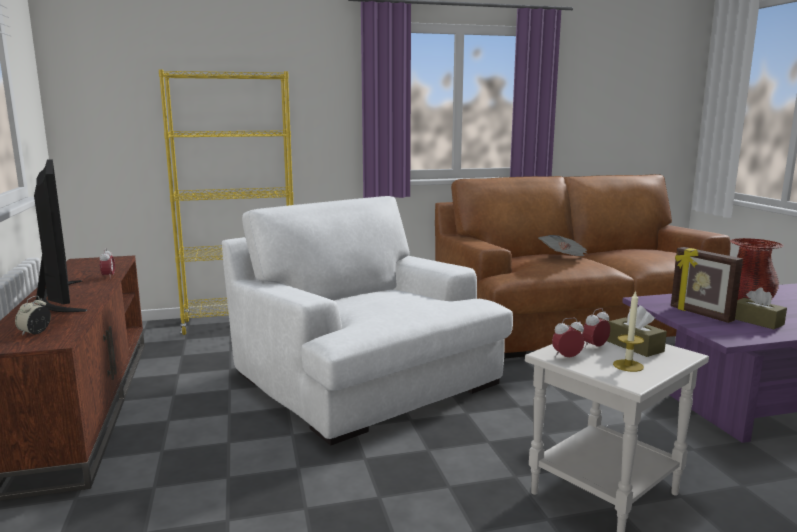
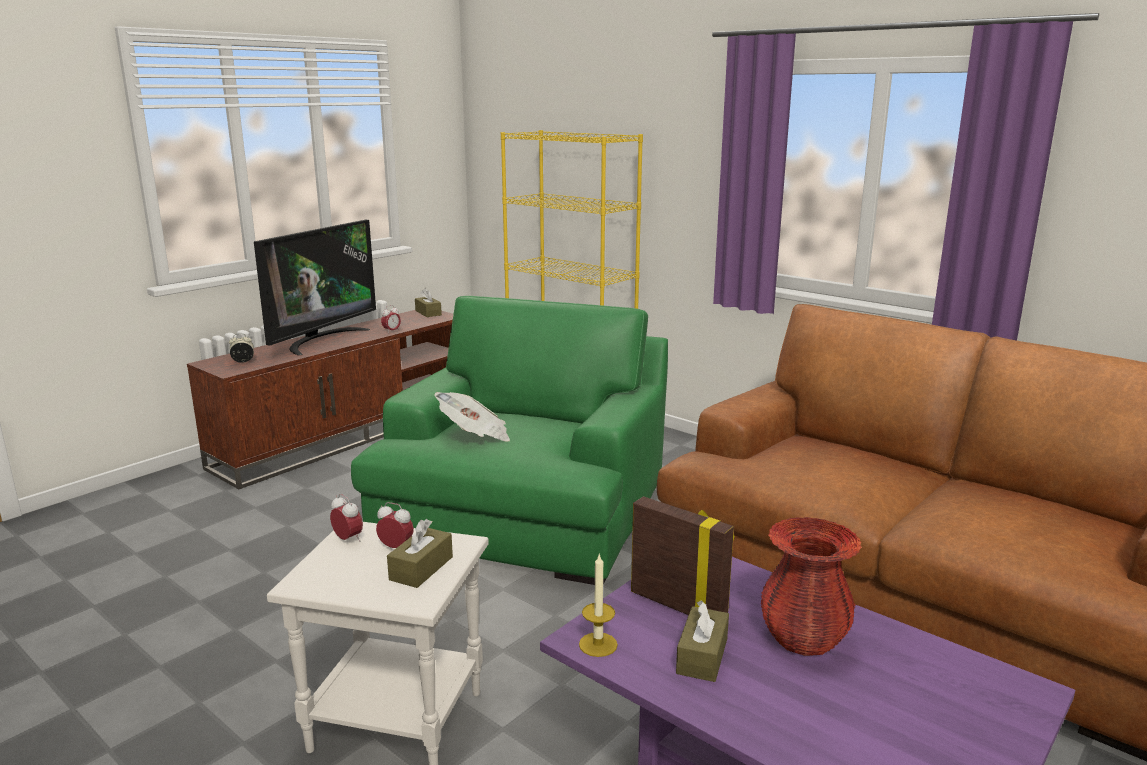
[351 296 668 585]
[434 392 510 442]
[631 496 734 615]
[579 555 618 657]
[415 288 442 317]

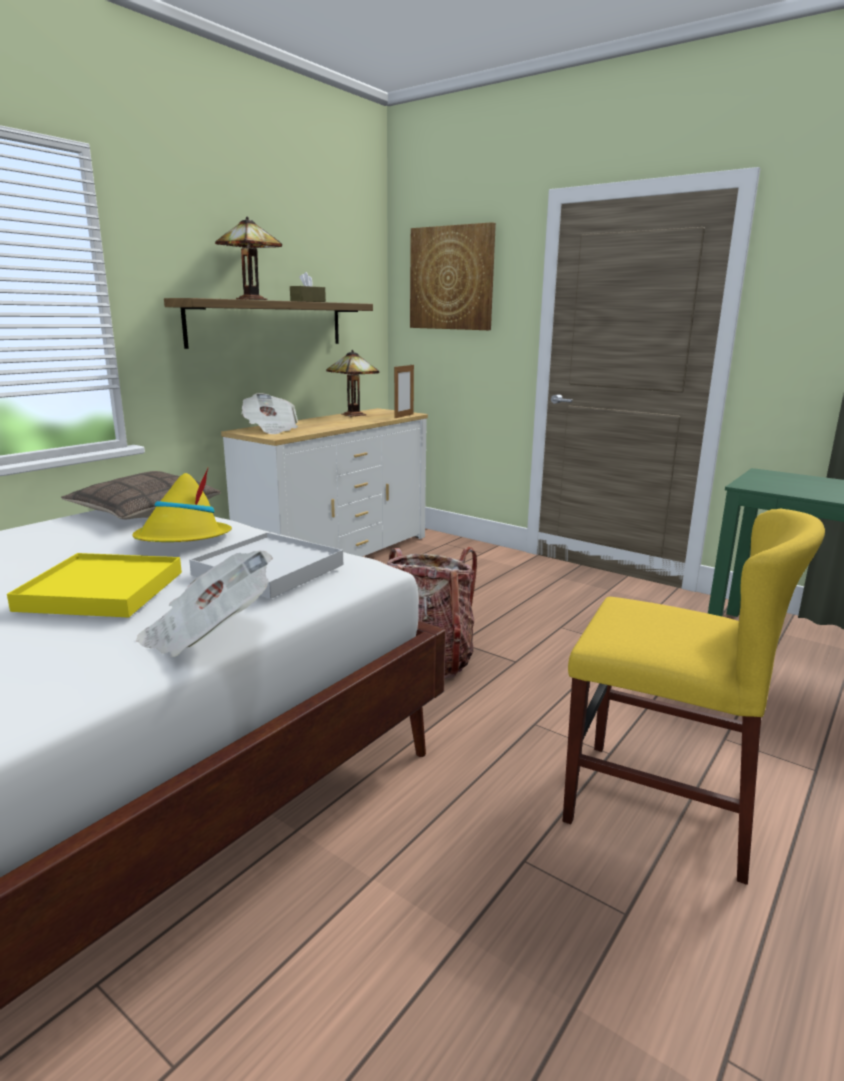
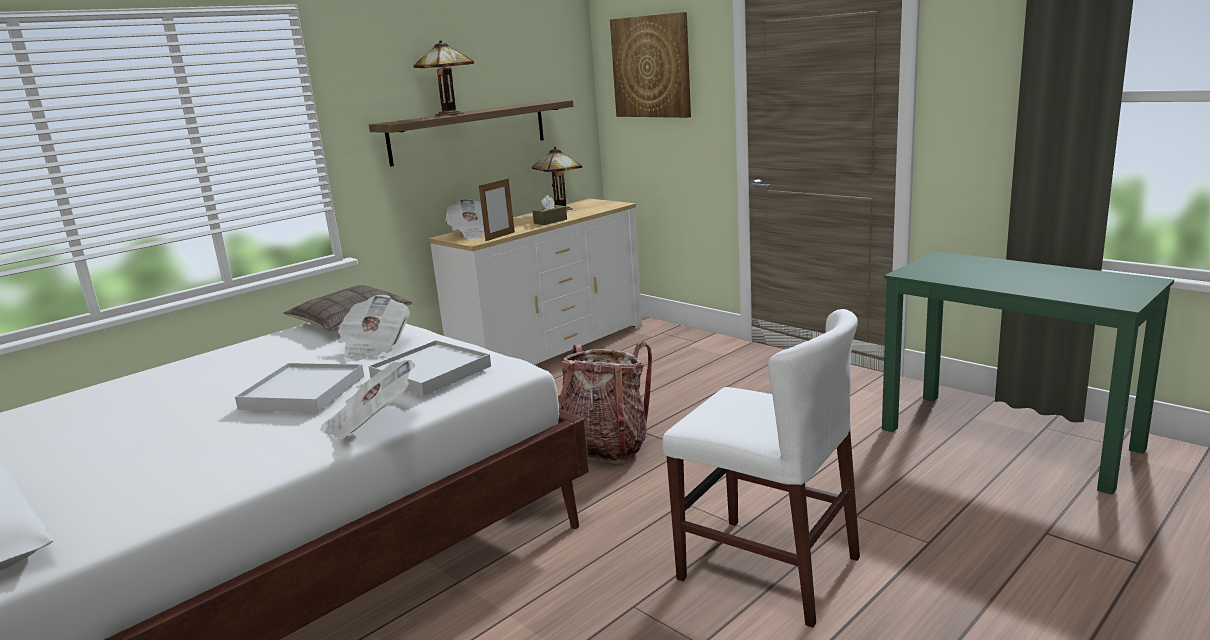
[533 195 567 225]
[479 178 515 241]
[337 295 410 362]
[662 309 860 628]
[235 363 364 412]

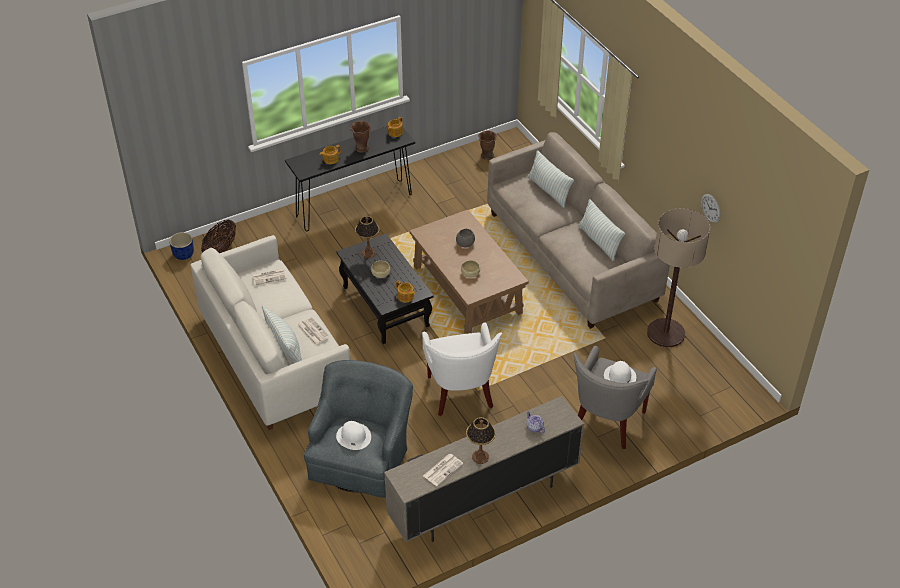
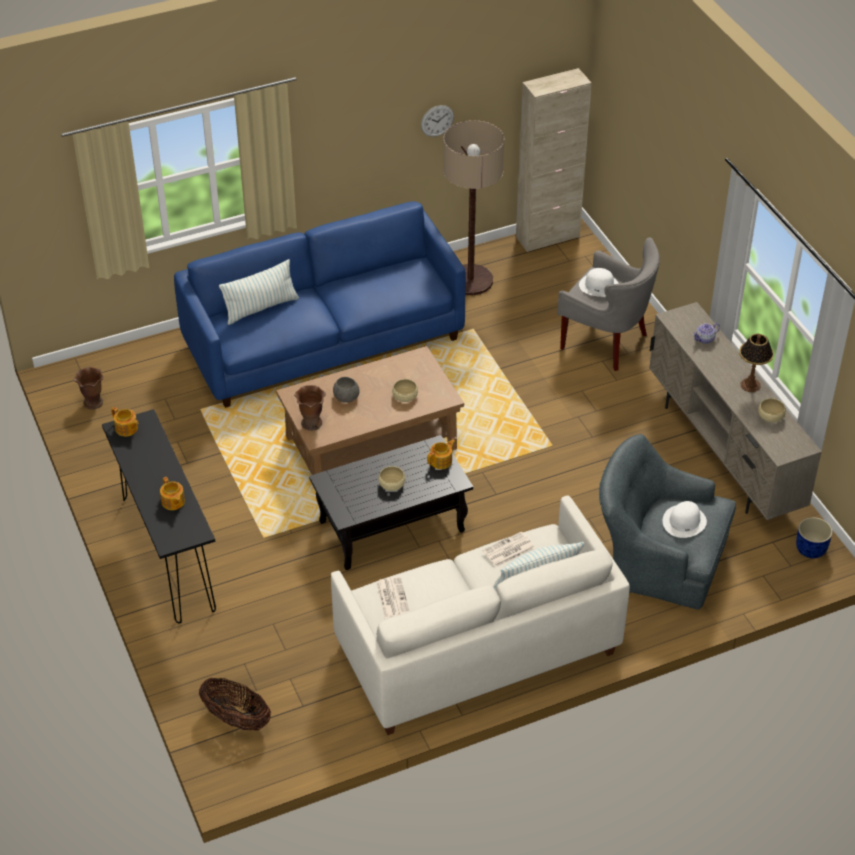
[294 385 326 431]
[174 201 466 408]
[578 199 625 261] (first image)
[355 216 379 258] (first image)
[796 517 833 558]
[422 322 502 416] (first image)
[758 398 786 423]
[516 68 592 252]

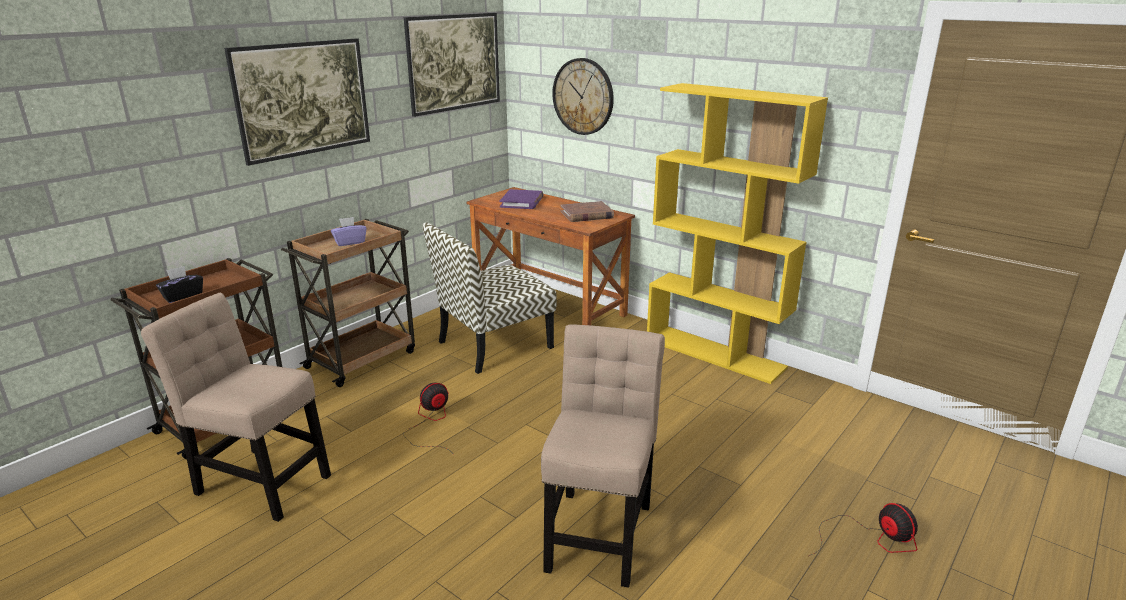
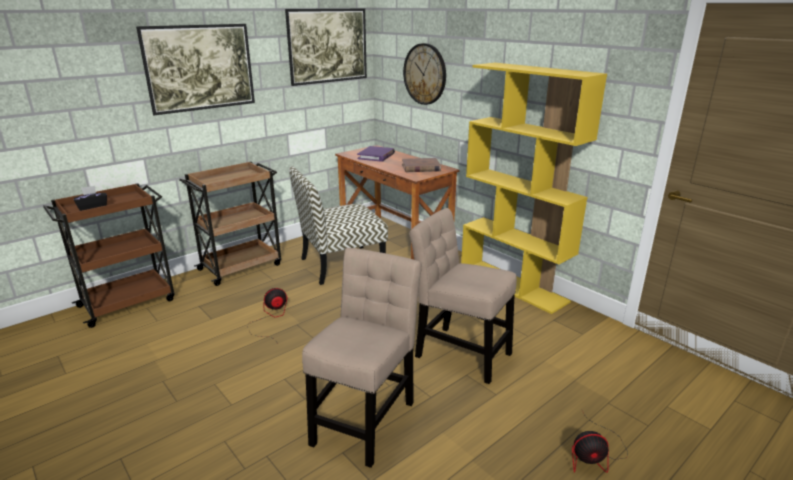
[331 217 367 246] (first image)
[409 208 517 384]
[572 413 628 473]

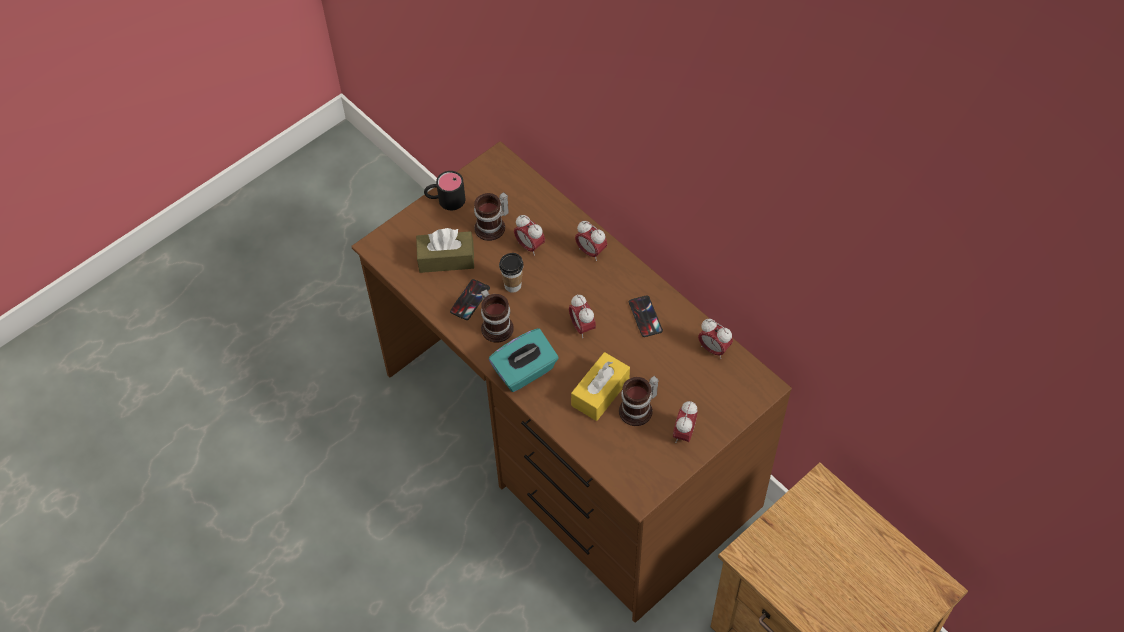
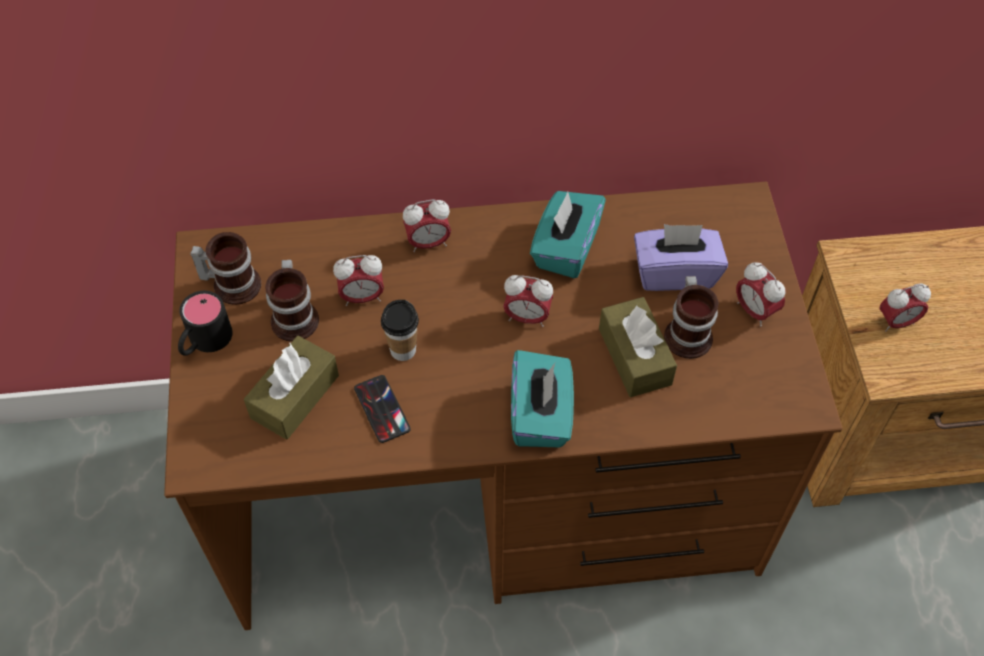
[190 232 261 305]
[530 191 606 278]
[879 283 931 332]
[599 297 677 397]
[634 224 728 291]

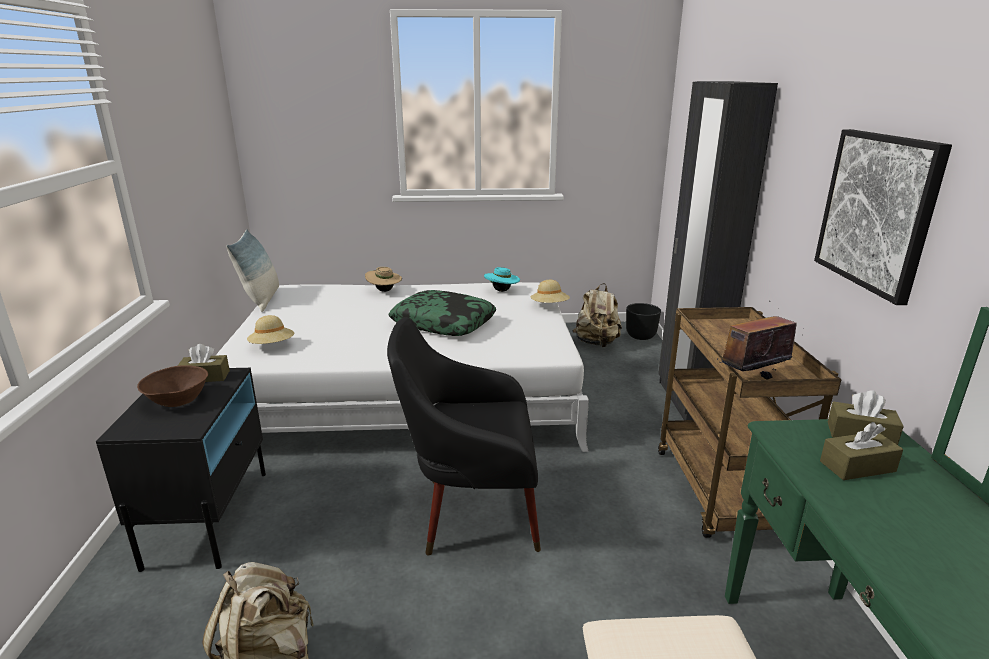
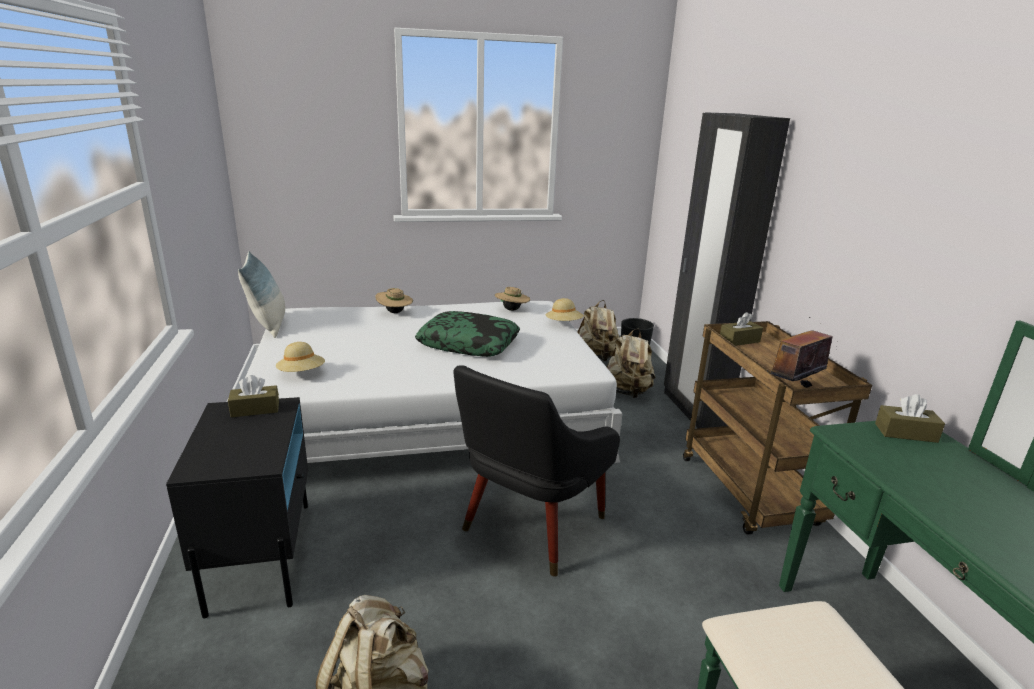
[814 129 952 305] (first image)
[495 287 530 311]
[454 365 620 576]
[137 365 208 407] (first image)
[720 312 763 346]
[607 329 655 398]

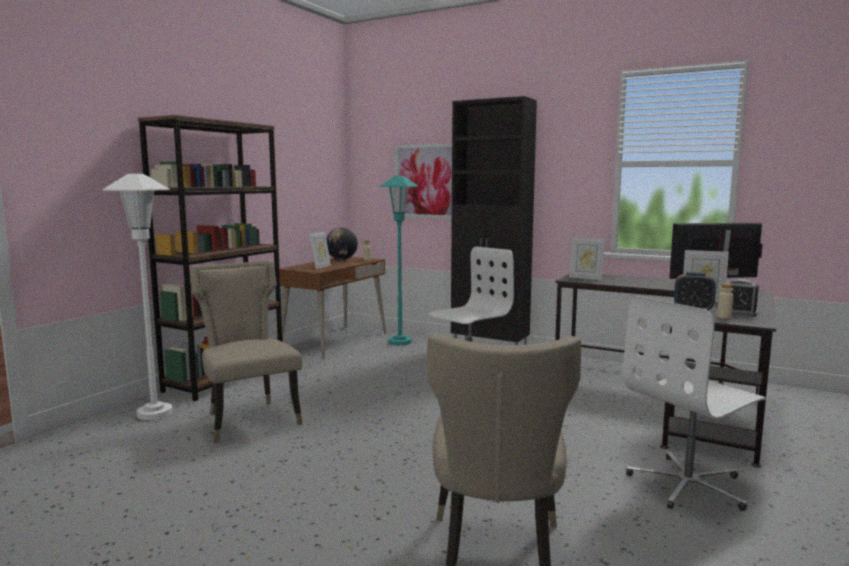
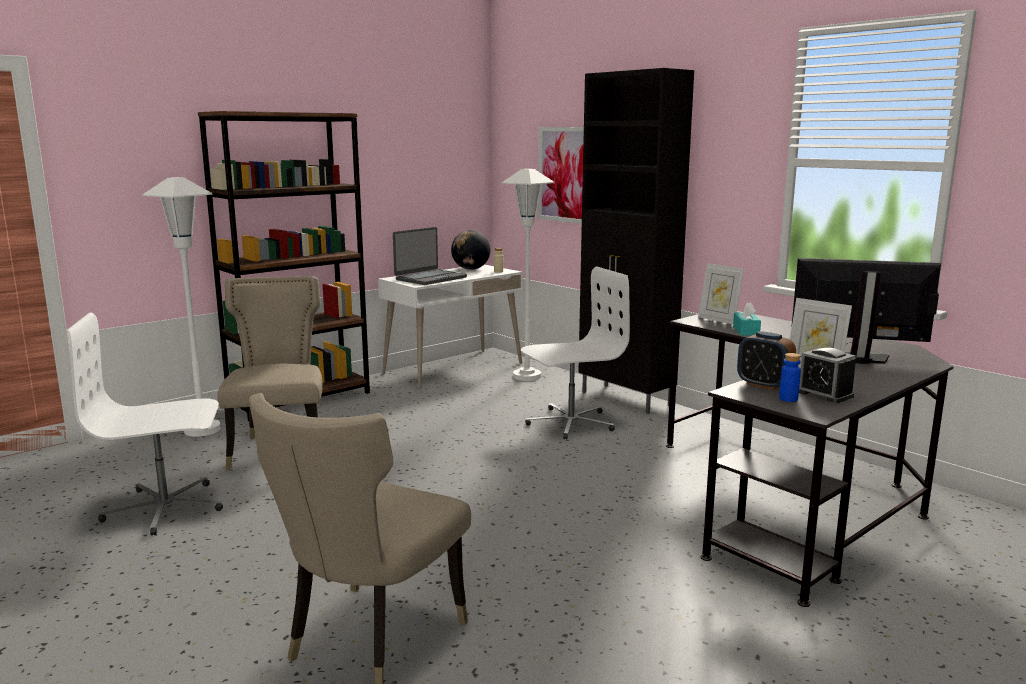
[502 169 554 381]
[393 227 467 285]
[378 265 522 389]
[779 353 801 402]
[67 312 223 535]
[733 302 761 336]

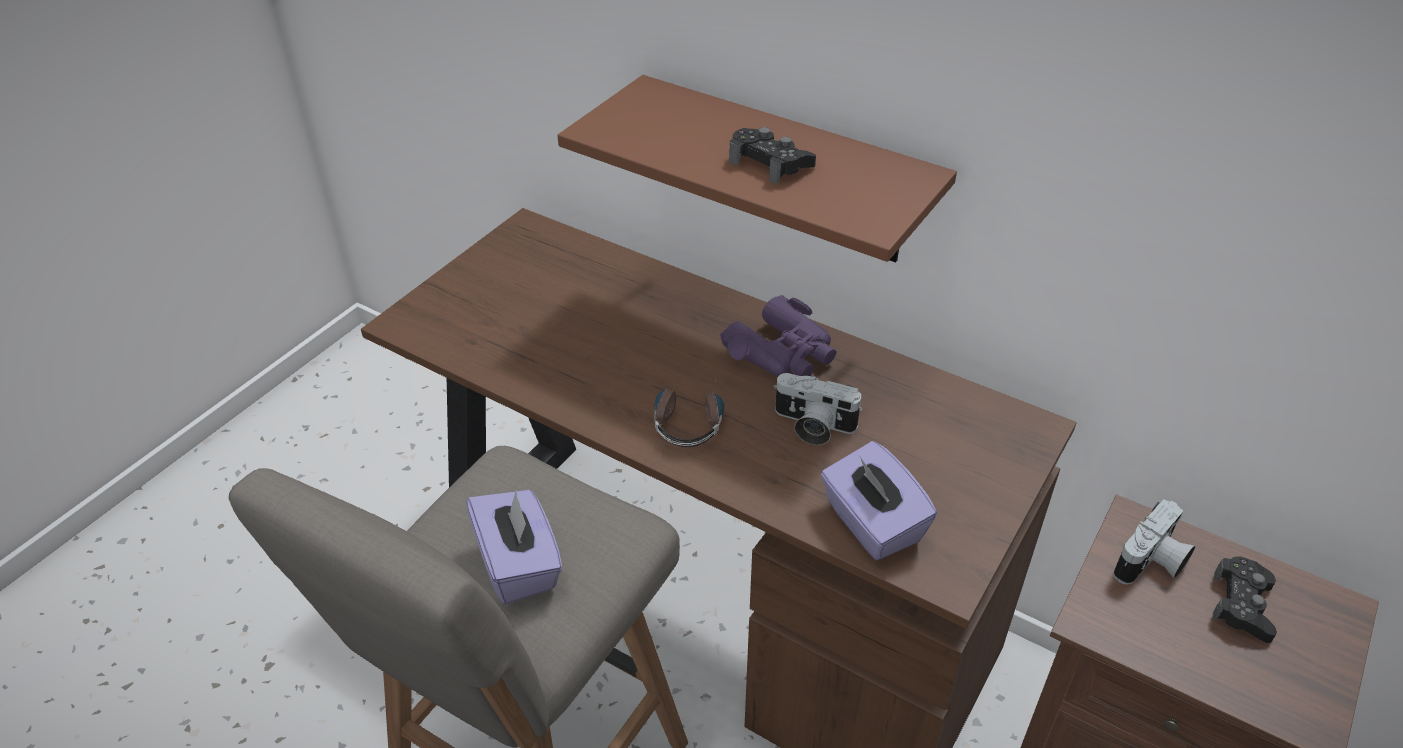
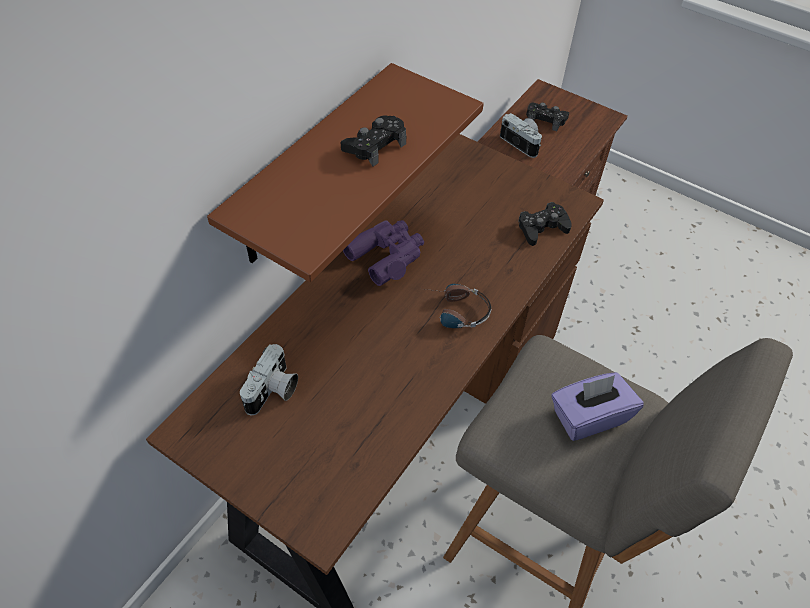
[240 344 298 415]
[518 202 572 246]

